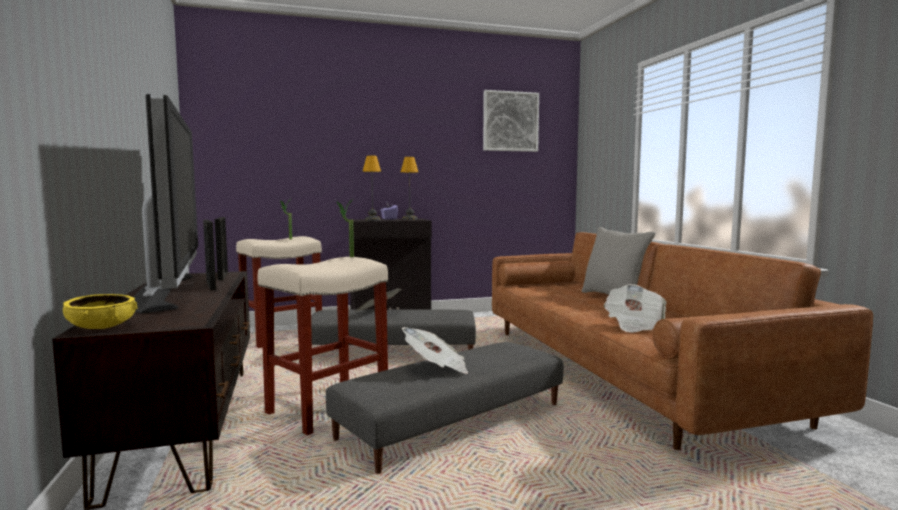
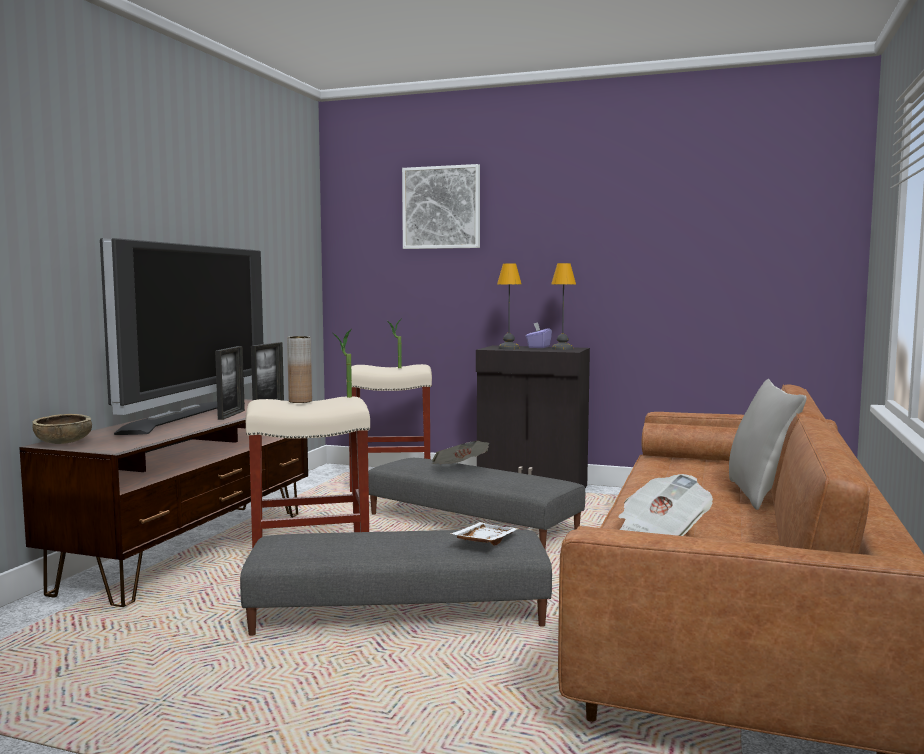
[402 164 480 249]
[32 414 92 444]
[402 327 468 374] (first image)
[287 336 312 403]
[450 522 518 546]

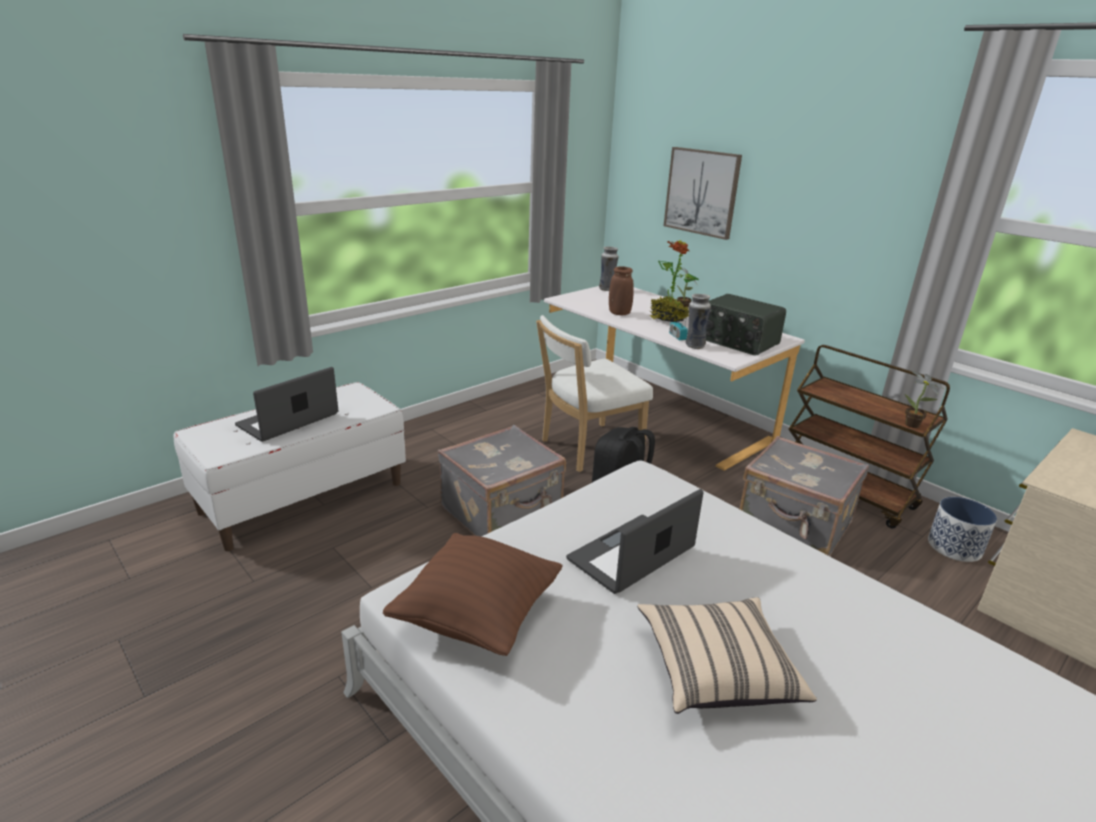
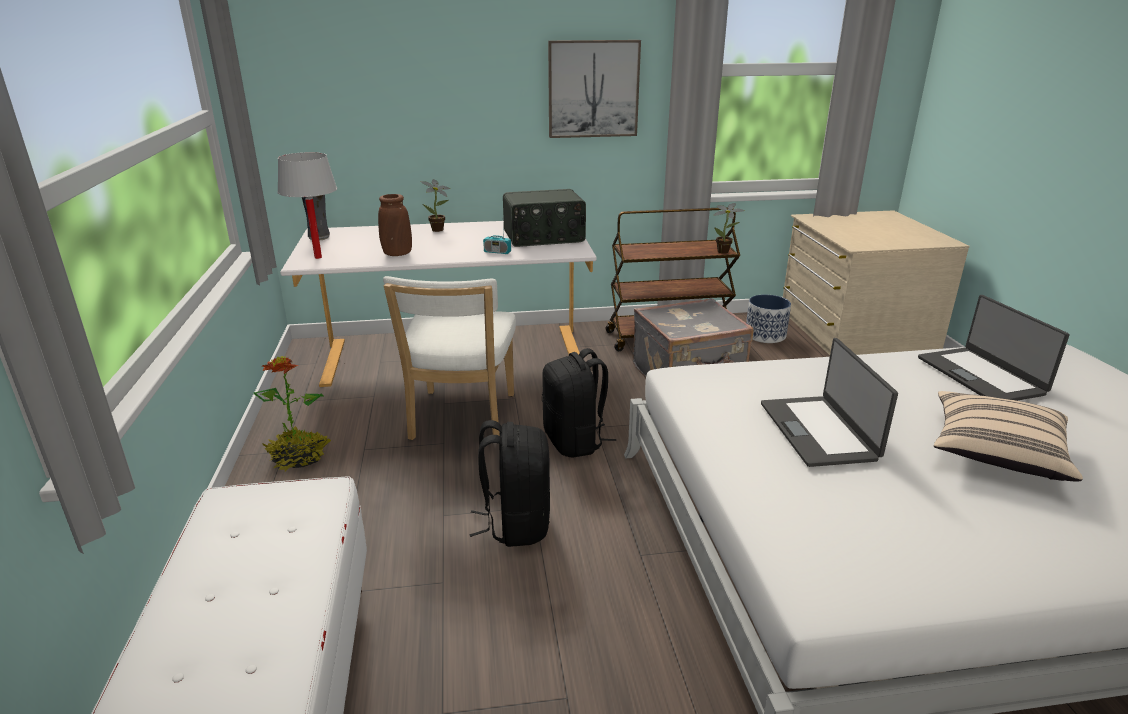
[548 40 641 138]
[253 356 331 471]
[685 294 711 349] (first image)
[918 295 1070 401]
[469 420 550 547]
[383 533 563 656] (first image)
[278 152 337 259]

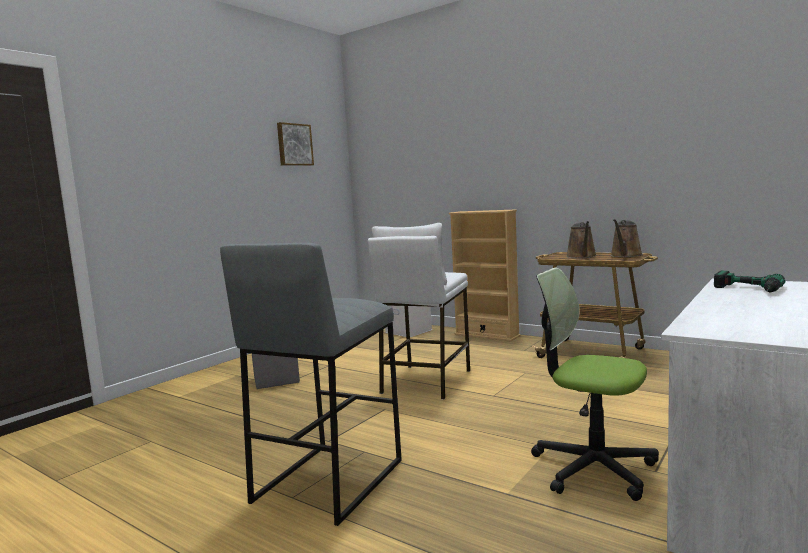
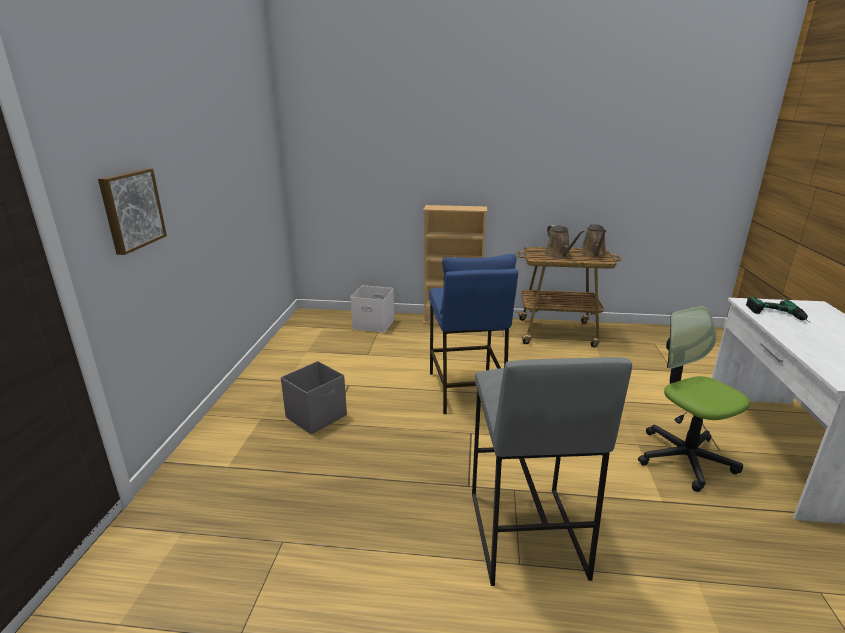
[98 168 167 255]
[429 254 518 414]
[638 306 750 492]

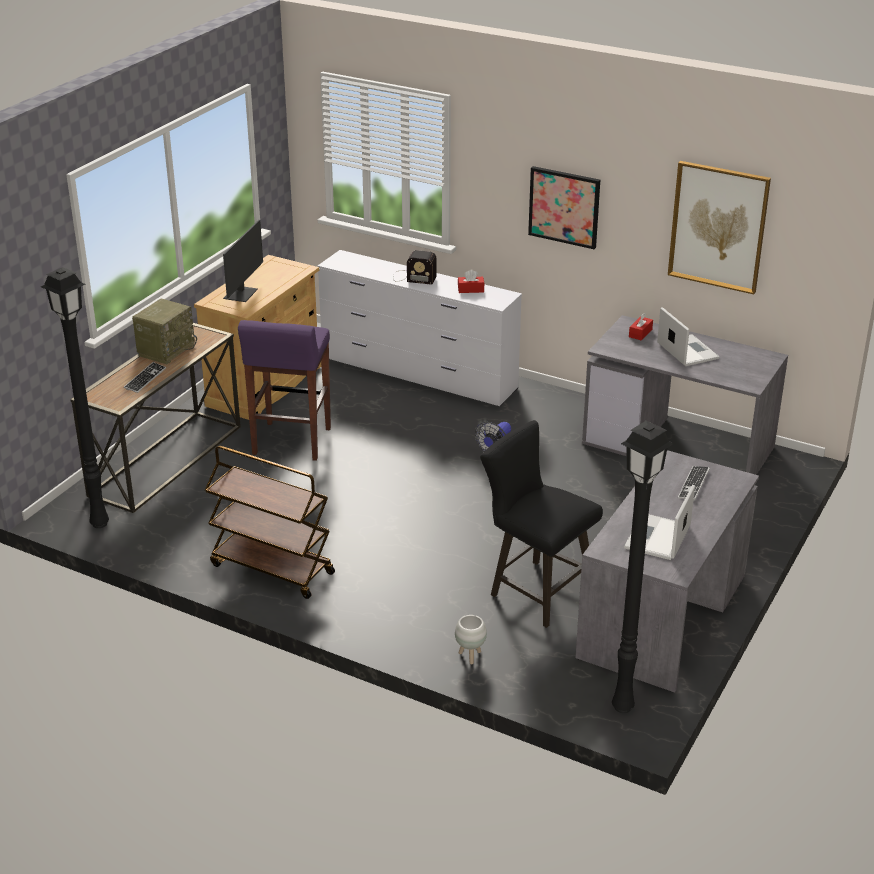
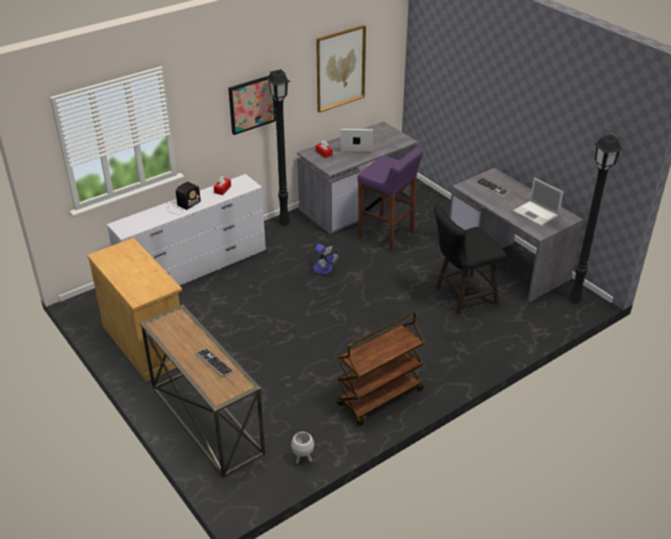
[223 220 263 302] (first image)
[266 69 290 226]
[132 299 197 364] (first image)
[357 147 423 251]
[291 432 314 464]

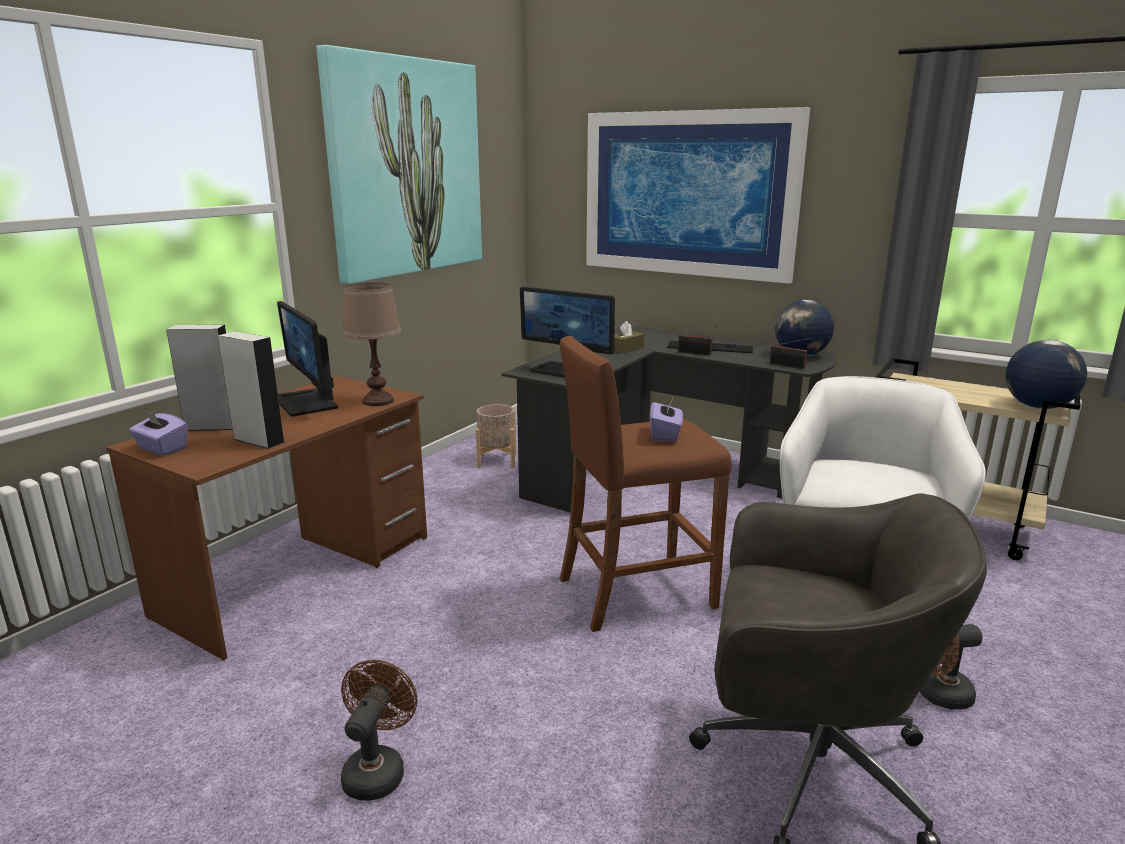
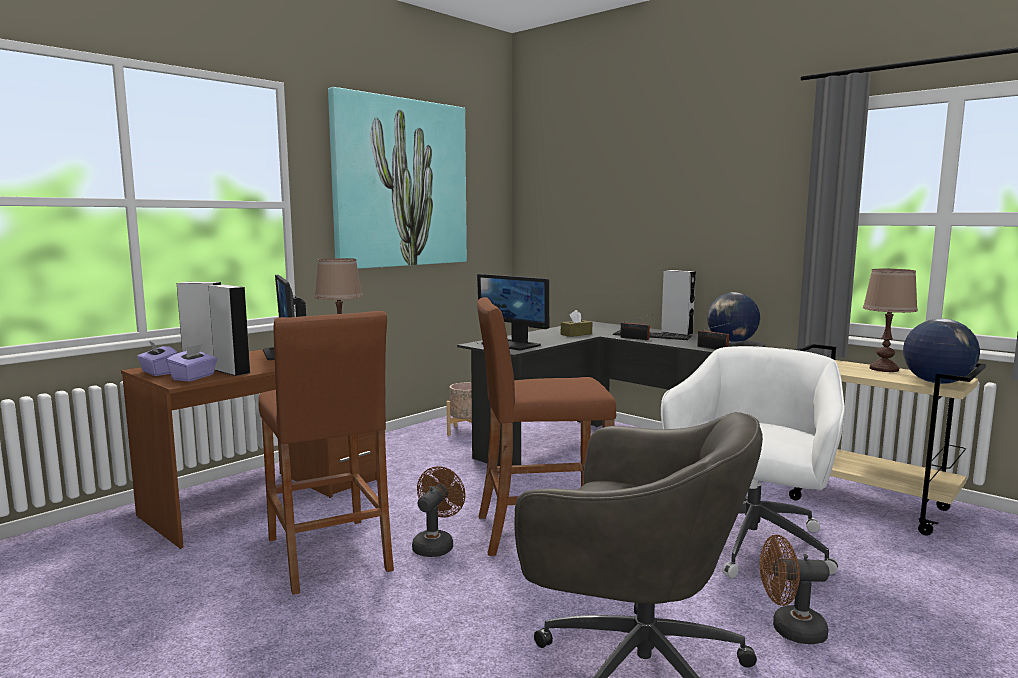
[586 107 810 284] (first image)
[166 344 218 381]
[412 466 466 557]
[863 269 918 372]
[661 270 696 335]
[259 311 394 595]

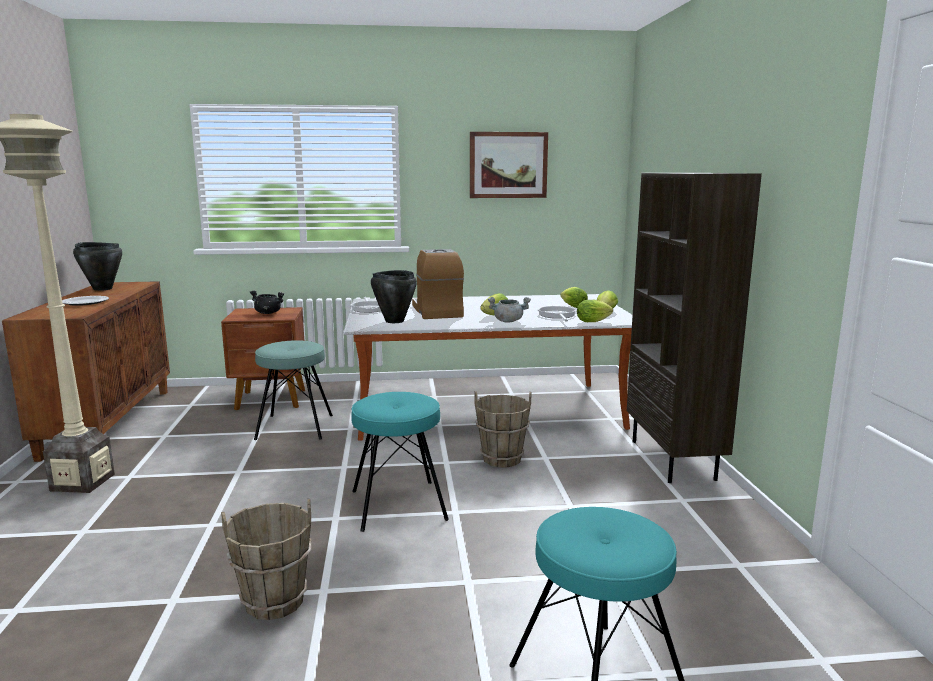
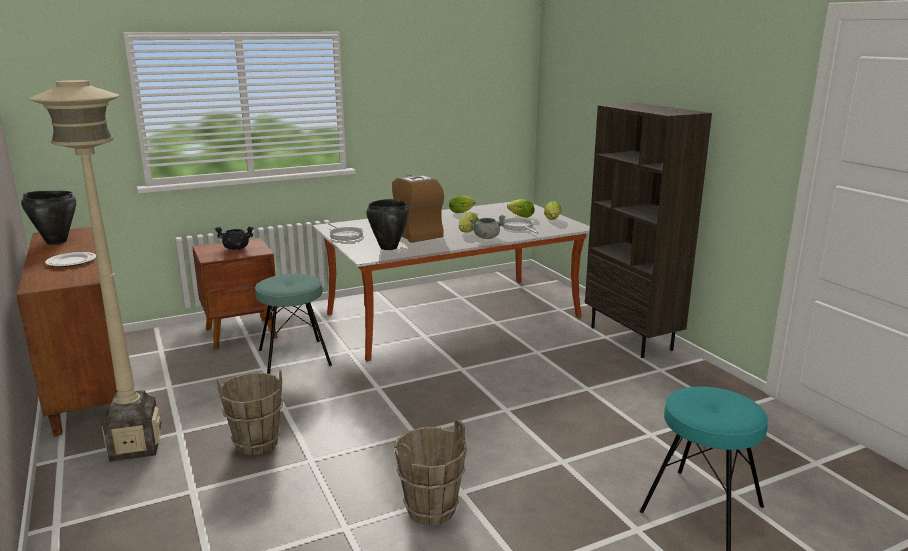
[470 132 548 198] (first image)
[449 195 476 213]
[217 370 283 455]
[351 392 449 532] (first image)

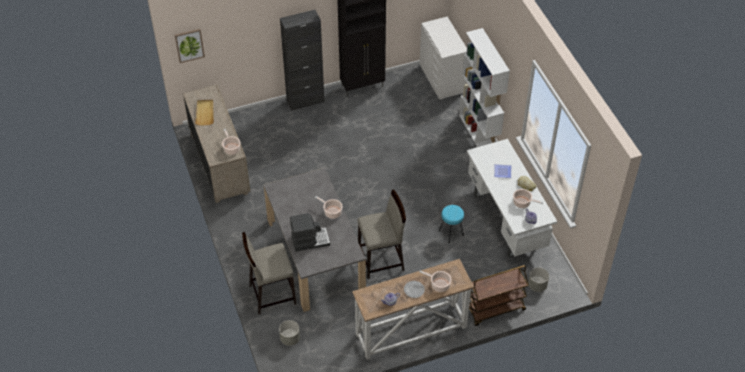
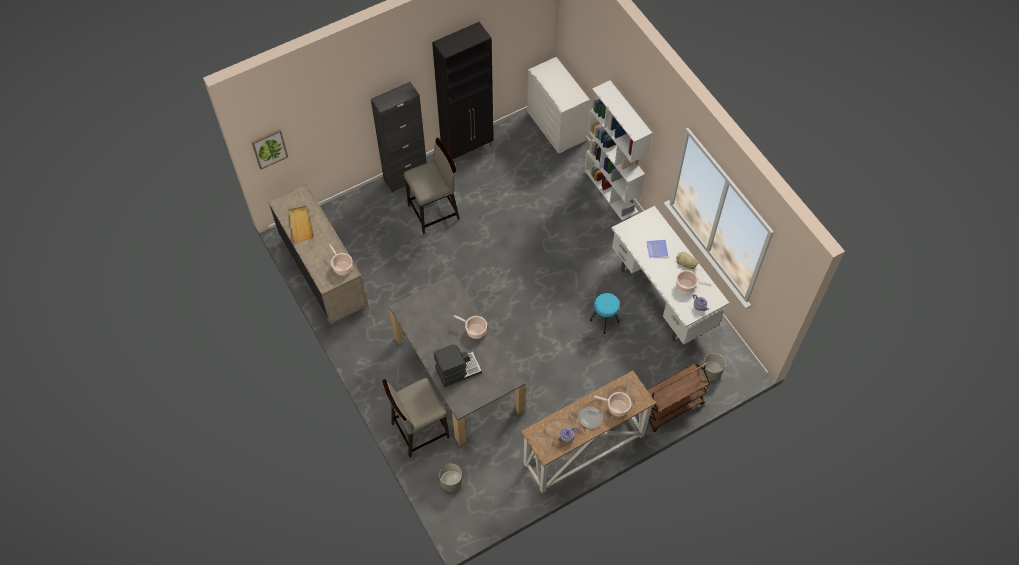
[404 138 460 234]

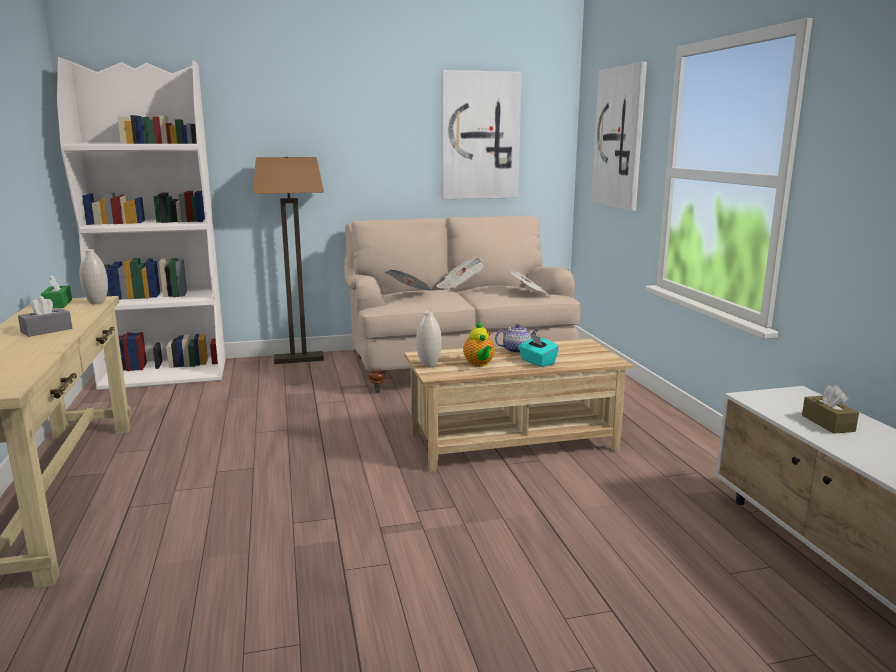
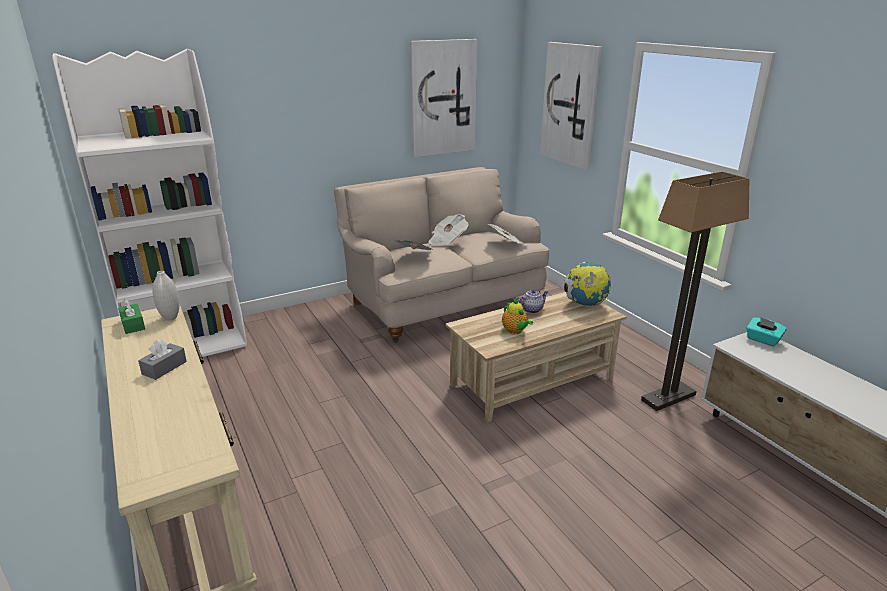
[641 171 749 411]
[416 311 442 367] (first image)
[747 317 787 347]
[802 385 859 434] (first image)
[564 262 611 306]

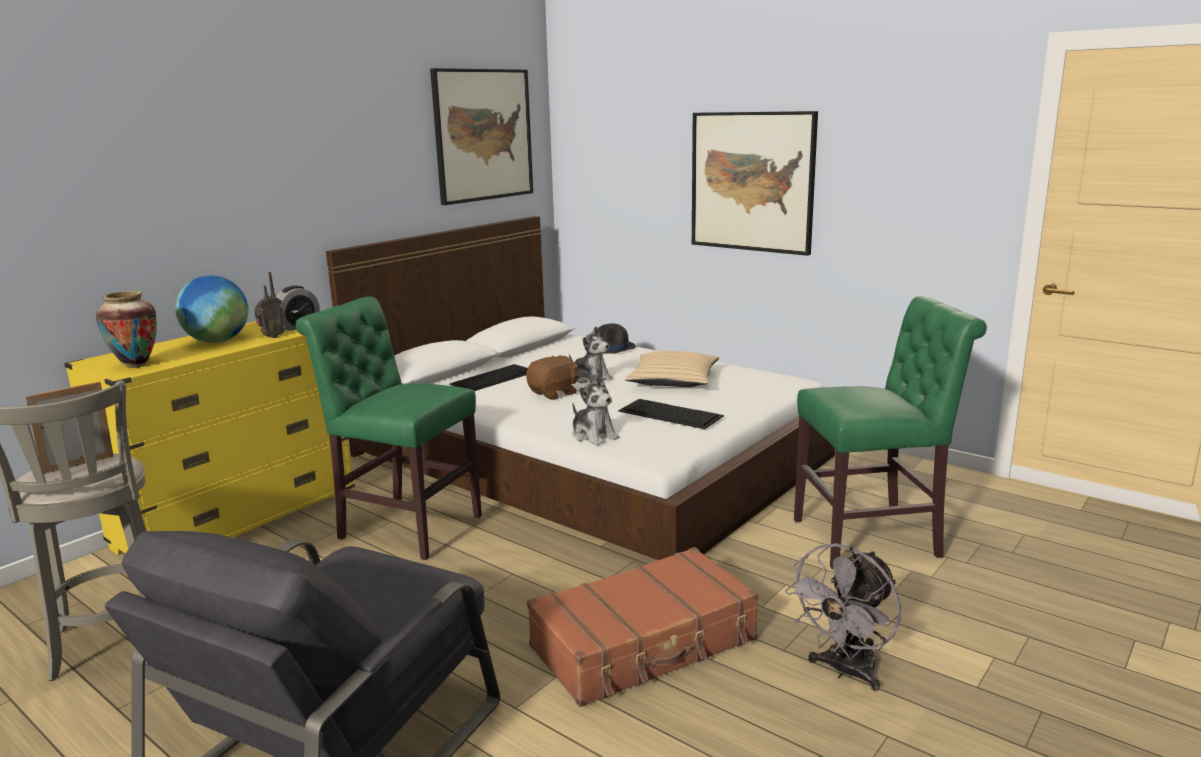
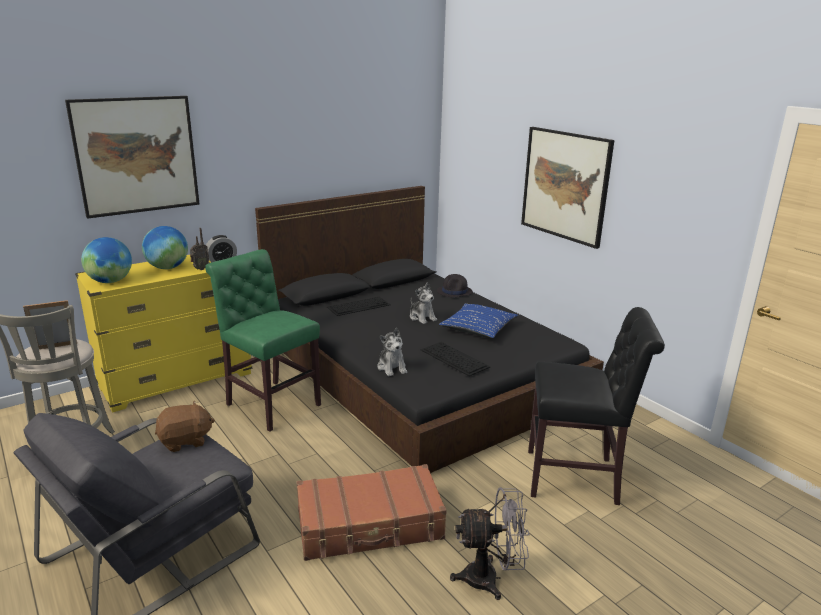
[65 96 199 219]
[255 186 604 473]
[81 237 132 283]
[528 307 665 505]
[439 304 518 338]
[155 400 215 452]
[450 487 530 600]

